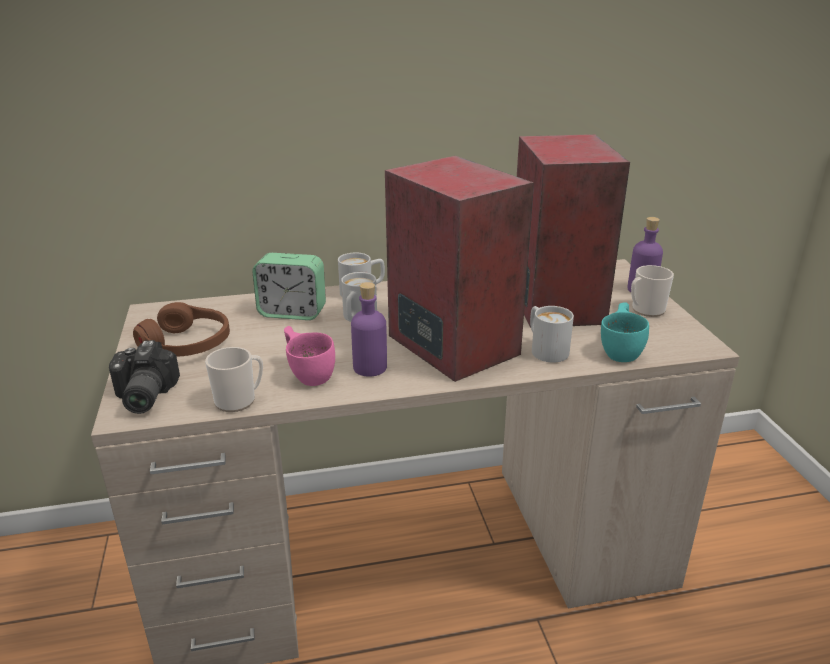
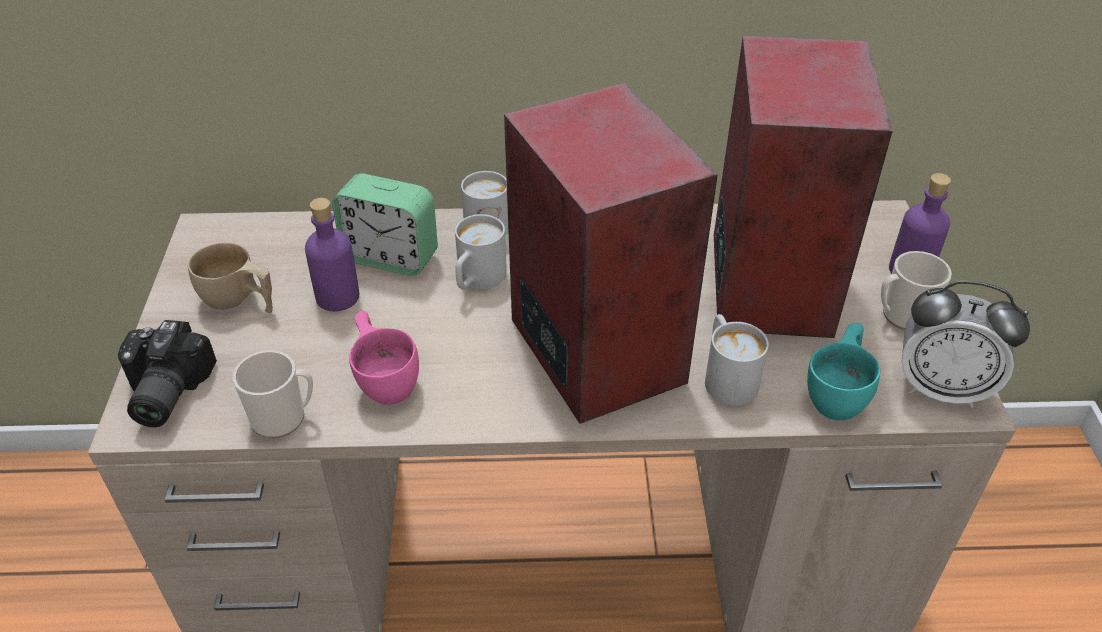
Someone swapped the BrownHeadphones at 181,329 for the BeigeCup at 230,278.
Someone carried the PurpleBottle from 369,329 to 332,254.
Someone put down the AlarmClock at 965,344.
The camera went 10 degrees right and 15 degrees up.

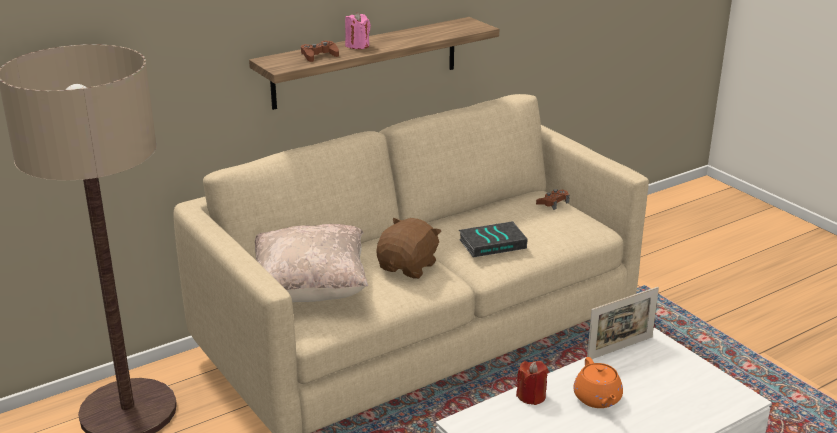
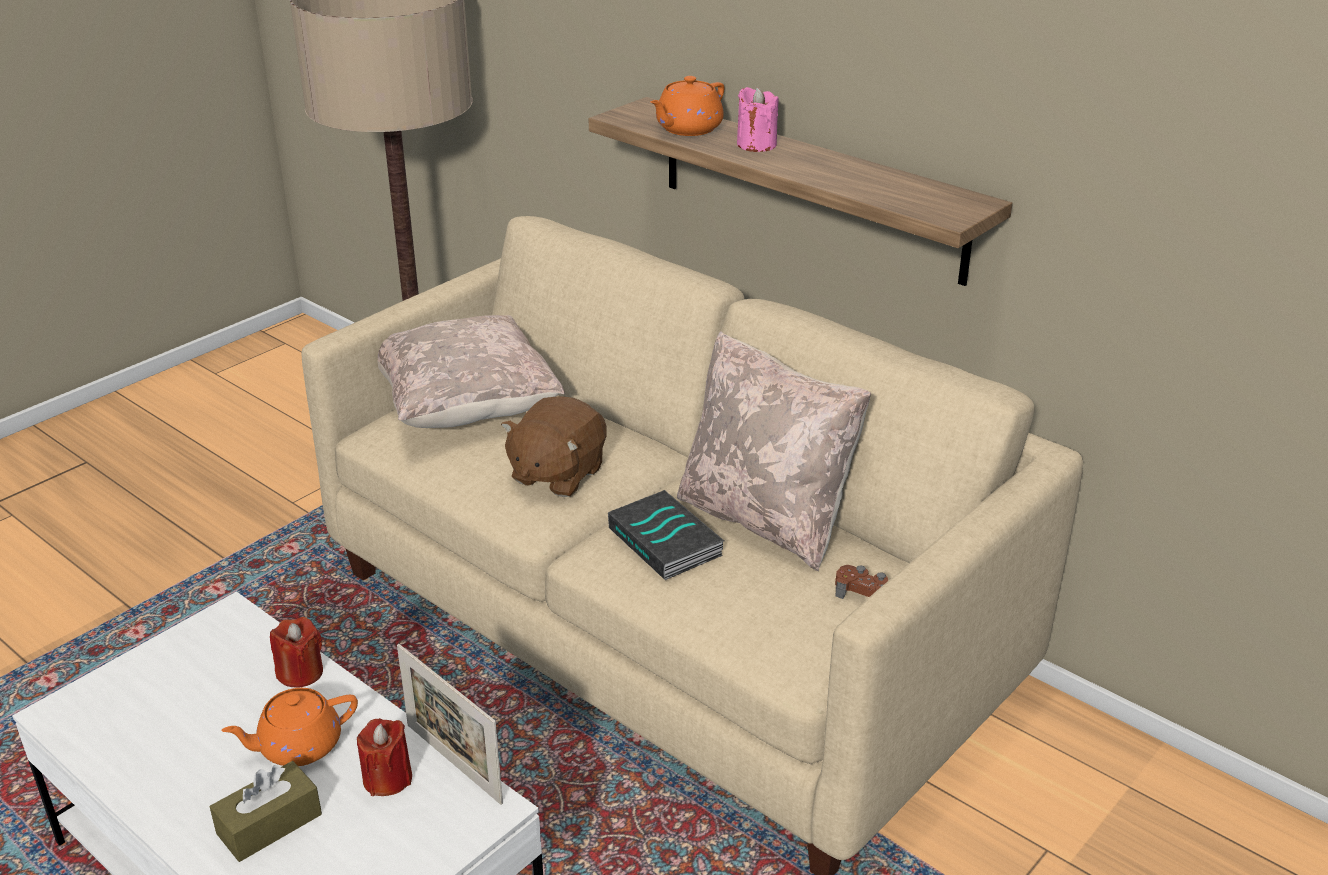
Someone swapped the BrownGameController at 320,51 for the OrangeTeapot at 687,106.
Someone rotated the BrownPlushToy at 409,248 by 105 degrees clockwise.
Someone put down the BrownTissueBox at 266,811.
Someone put down the RedCandle at 384,757.
Someone put down the BeigePillow at 774,451.
The camera went 75 degrees right and 5 degrees up.

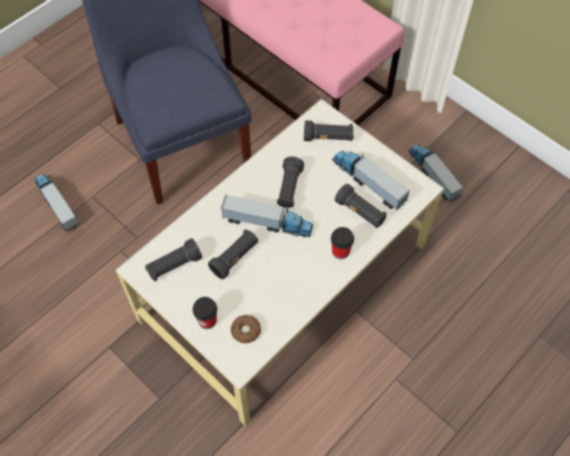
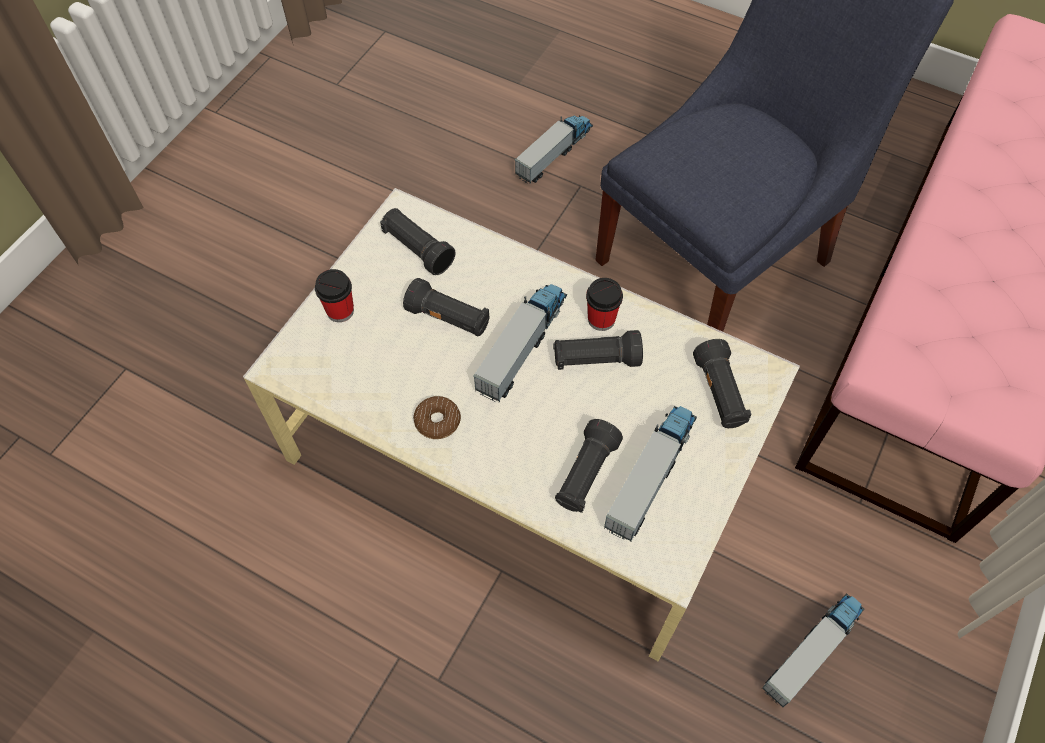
Someone rotated the ToyTruck at 267,215 by 150 degrees counterclockwise.
Someone carried the Donut from 245,329 to 437,417.
Someone carried the Cup from 342,243 to 604,304.
The camera went 75 degrees right and 0 degrees up.

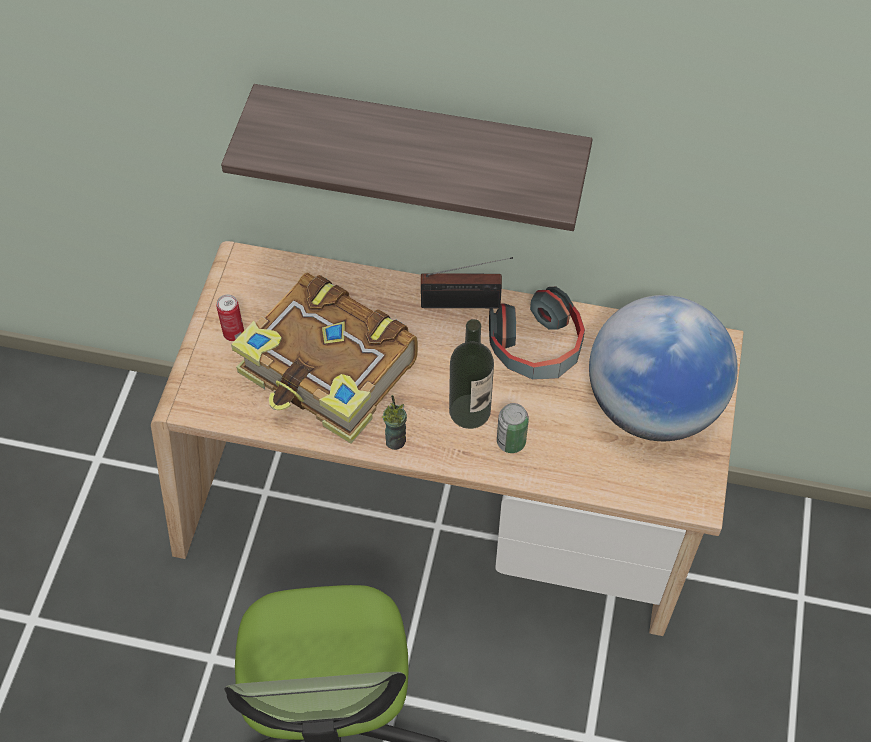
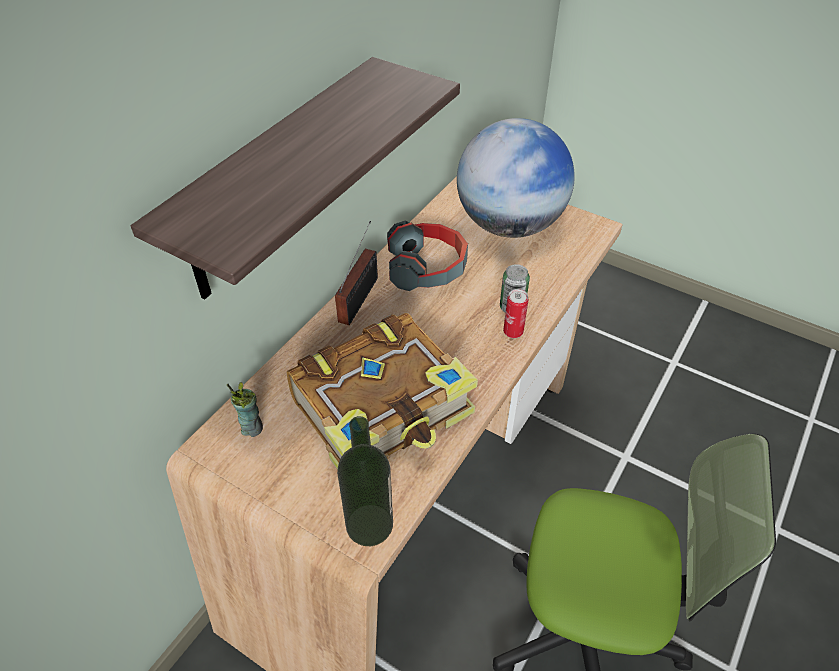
Someone carried the Can from 230,317 to 516,313.
Someone carried the Cup from 394,422 to 245,409.
Someone carried the Bottle from 471,374 to 365,481.
The camera went 70 degrees left and 10 degrees down.

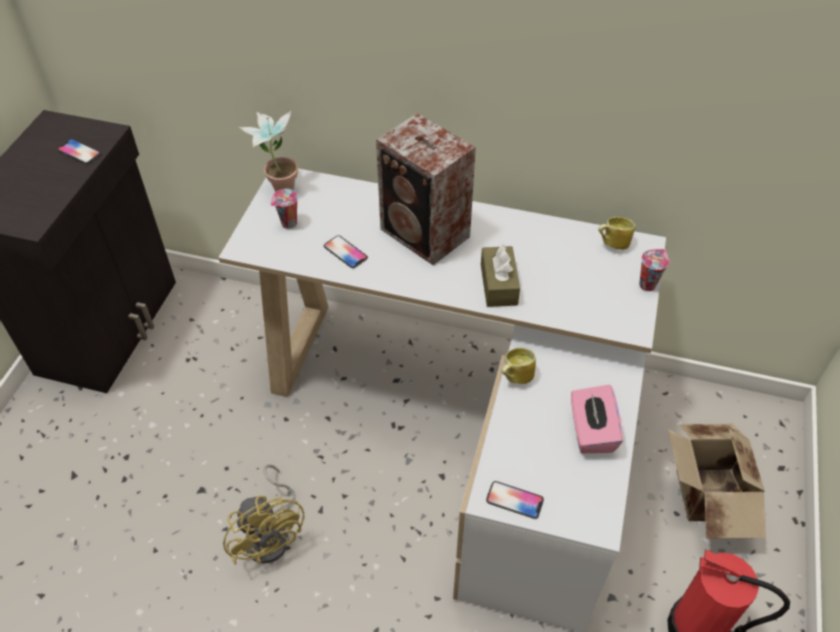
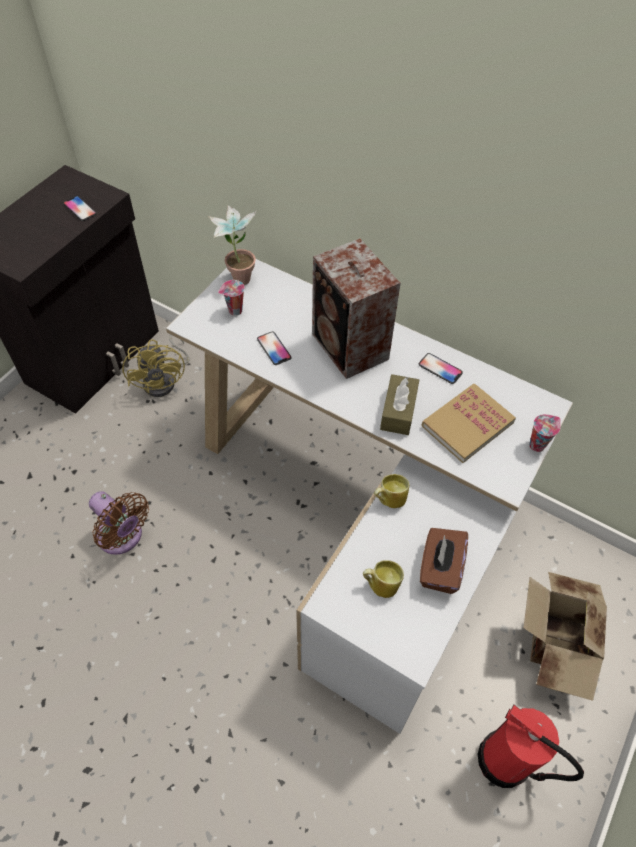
Someone carried the YellowFan from 263,514 to 156,365.
Someone carried the Phone from 515,500 to 441,368.
Someone repainted the PinkTissueBox at 597,419, which became the BrownTissueBox at 444,561.
Someone carried the Mug from 616,233 to 383,579.
Someone put down the BrownFan at 119,523.
Someone put down the Book at 469,423.
The camera went 15 degrees right and 5 degrees up.

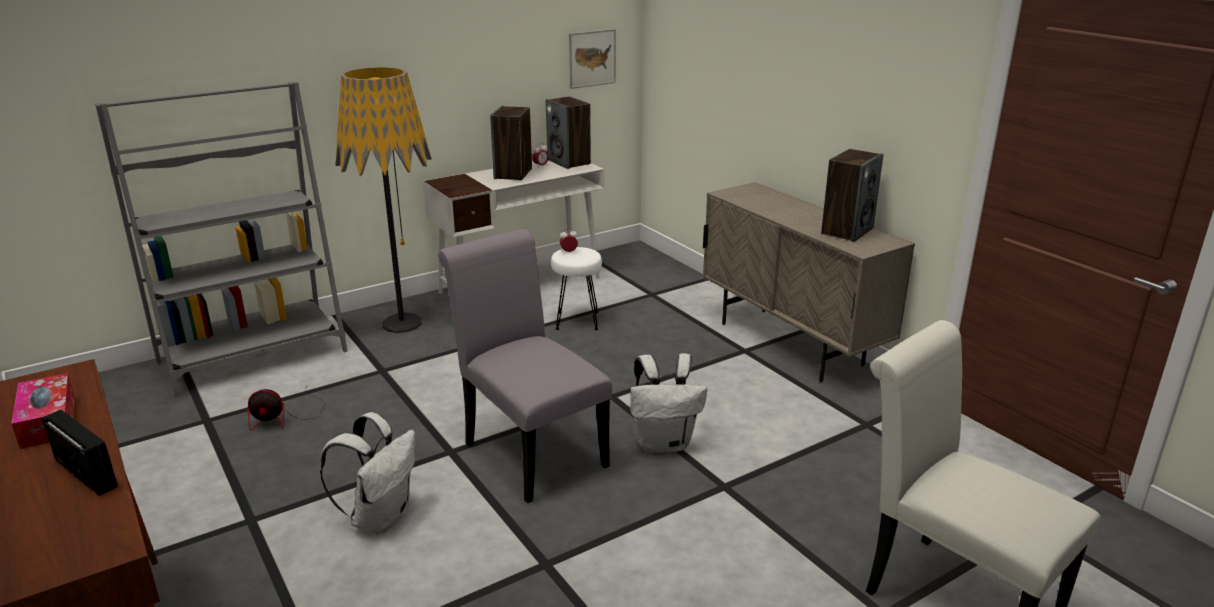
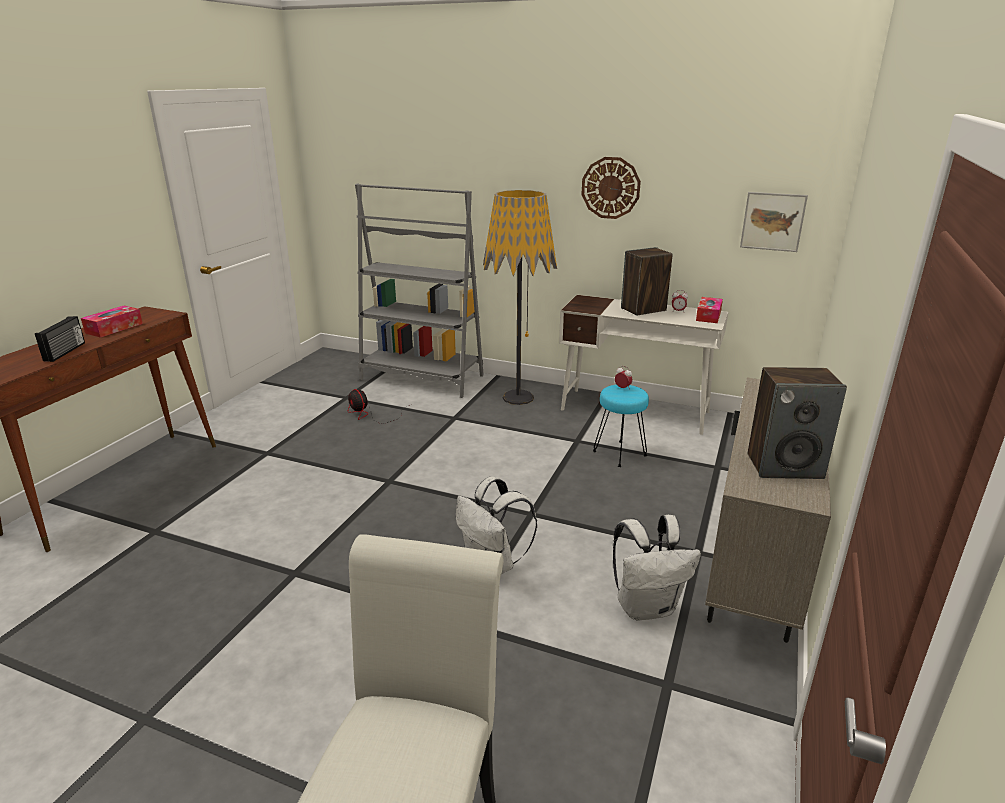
Someone carried the WhiteBackpack from 367,473 to 657,568.
Someone took away the GreyChair at 525,366.
Someone swapped the Speaker at 568,133 for the TissueBox at 709,310.
Someone repainted the WhiteStool at 576,288, which became the TurquoiseStool at 621,426.
Someone put up the WallClock at 611,188.
The camera went 55 degrees right and 0 degrees up.

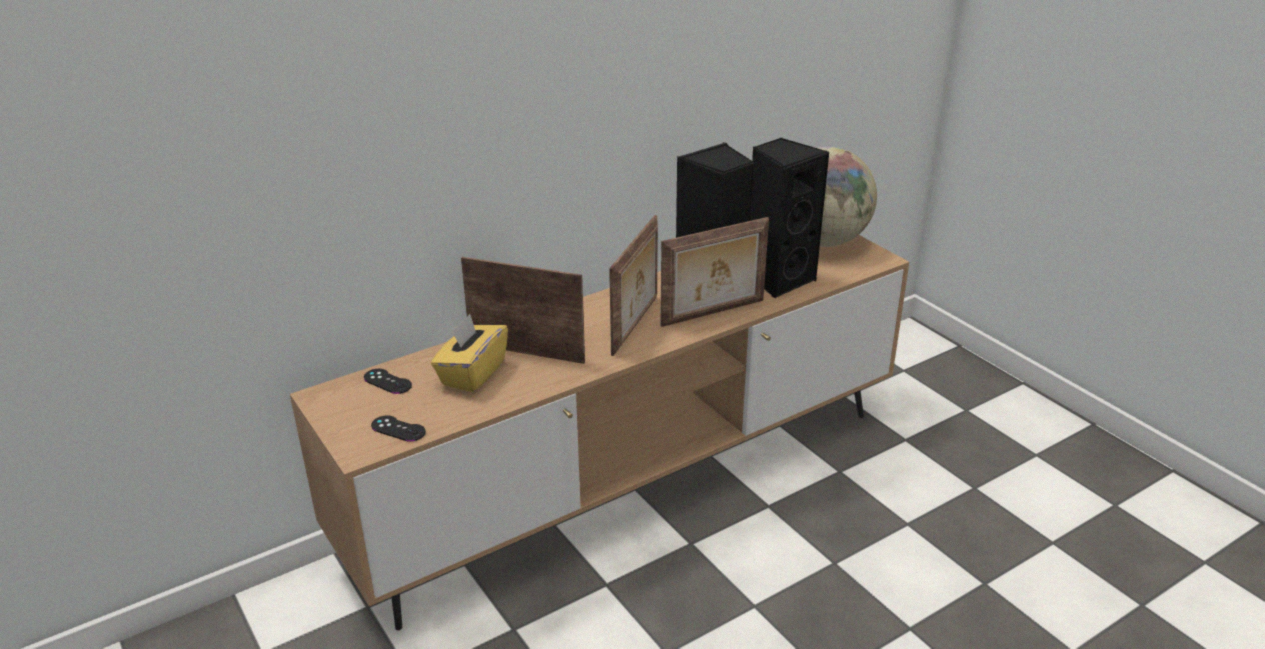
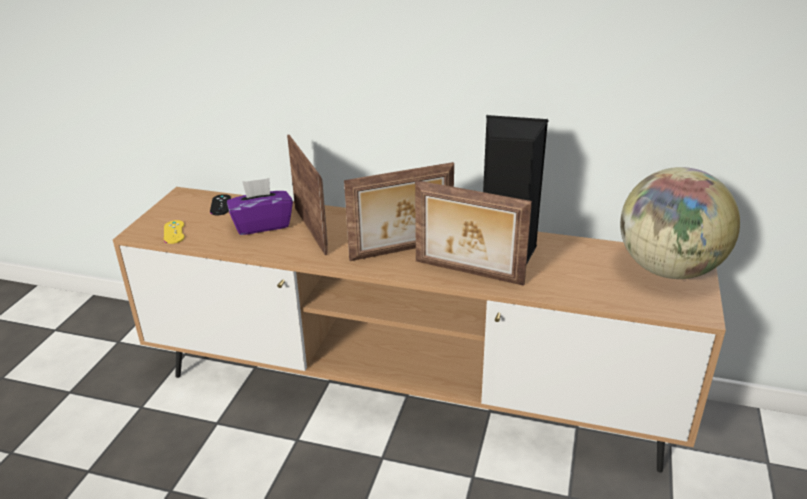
Someone repainted the BlackGameController at 398,429, which became the YellowGameController at 174,232.
Someone repainted the YellowTissueBox at 469,353, which became the PurpleTissueBox at 260,206.
Someone took away the BlackSpeaker at 790,218.
The camera went 50 degrees right and 0 degrees up.

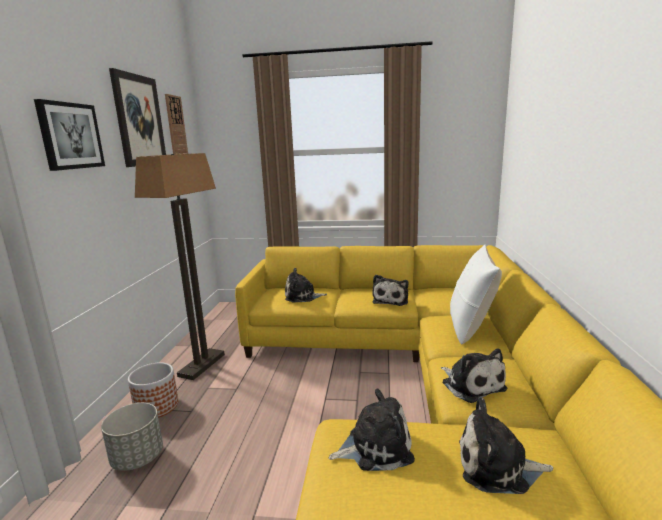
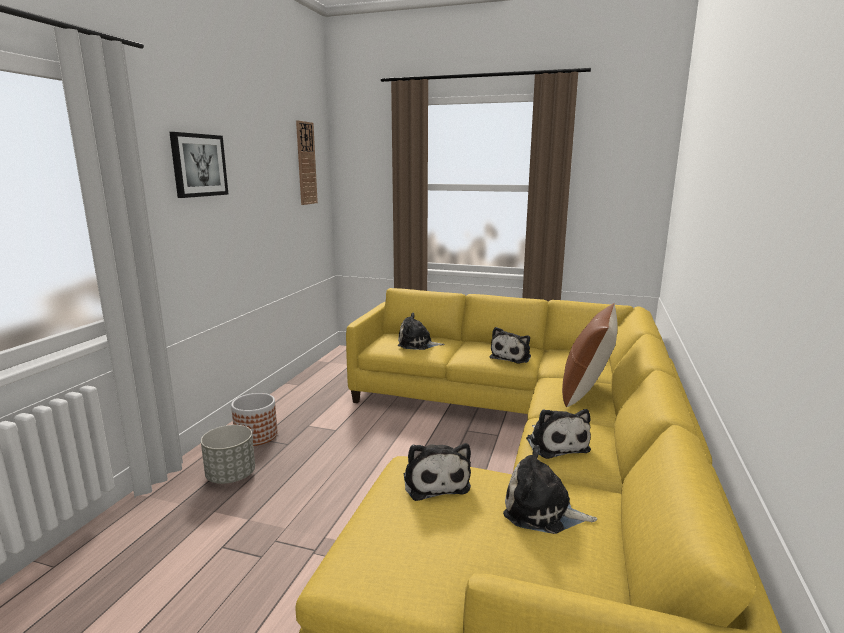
Someone took away the Picture at 137,117.
Someone took away the FloorLamp at 180,266.
Someone rotated the PlushToy at 372,430 by 75 degrees clockwise.
Someone repainted the WhitePillow at 476,294, which became the BrownPillow at 590,355.
The camera went 10 degrees right and 0 degrees up.

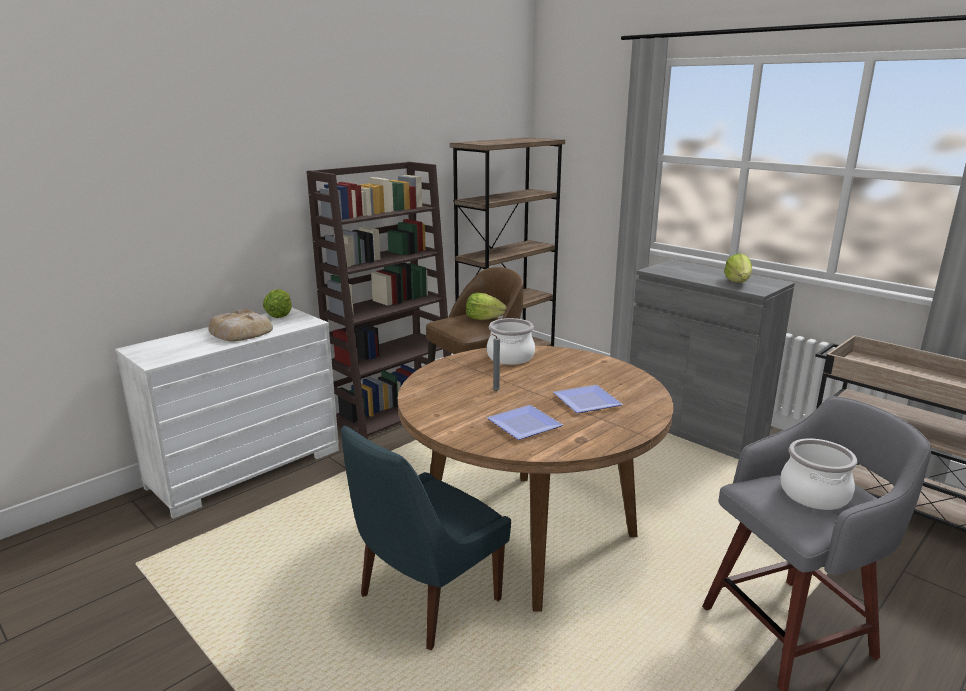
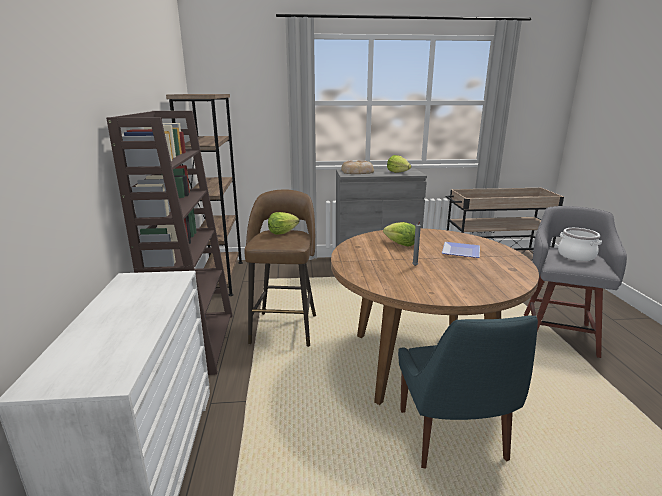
Someone carried the Bread from 240,325 to 357,167.
Someone carried the Lettuce from 277,303 to 399,234.
Someone took away the CookingPot at 511,341.
Someone took away the Plate at 525,422.
The camera went 50 degrees left and 0 degrees up.

